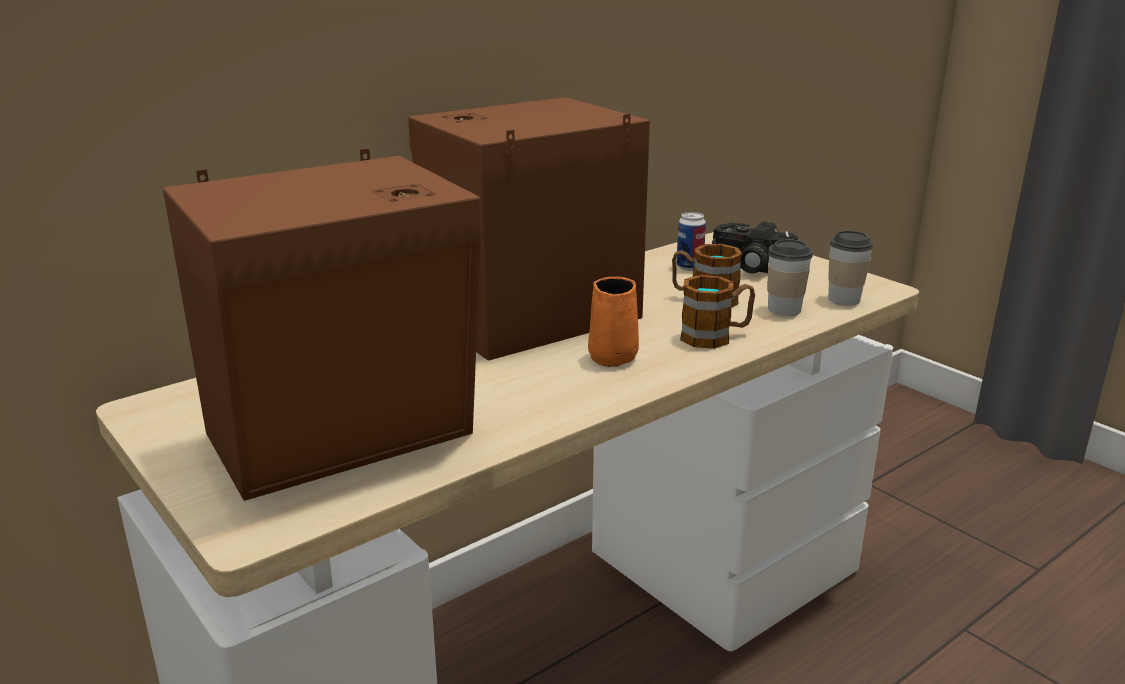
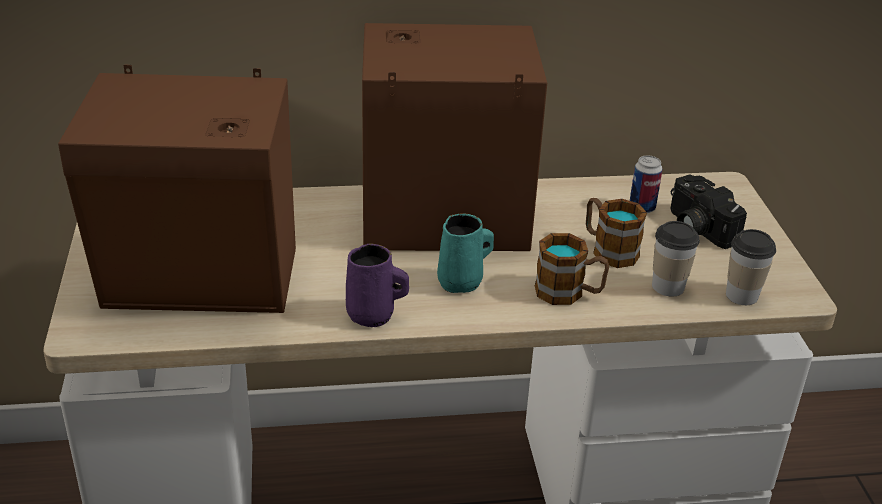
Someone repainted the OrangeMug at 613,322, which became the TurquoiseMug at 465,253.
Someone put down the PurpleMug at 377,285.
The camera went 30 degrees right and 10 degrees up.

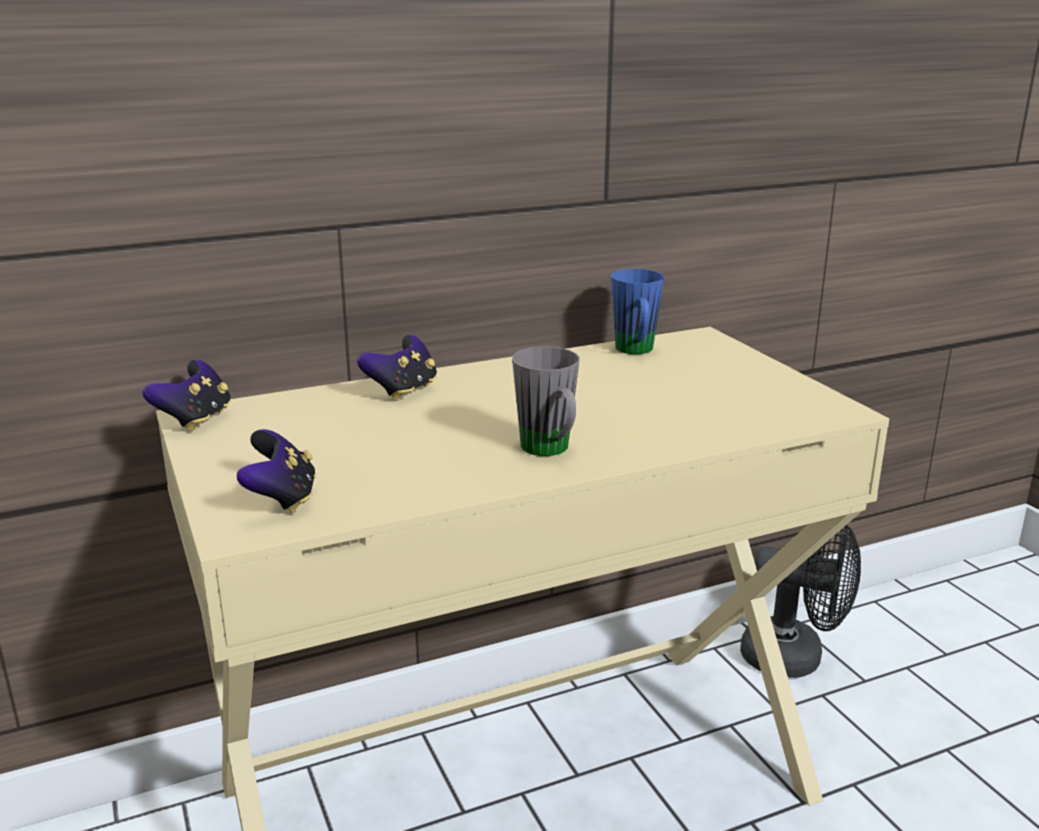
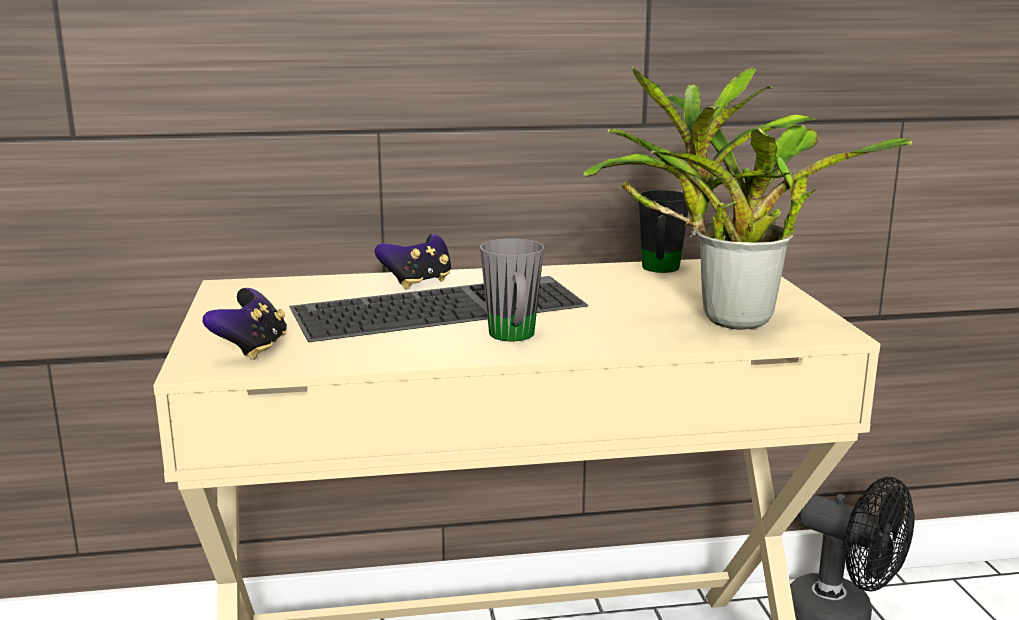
Someone took away the GameController at 186,395.
Someone repainted the BlueMug at 637,311, which became the BlackMug at 663,231.
Someone put down the Keyboard at 439,309.
Someone put down the PottedPlant at 747,198.
The camera went 15 degrees right and 5 degrees down.

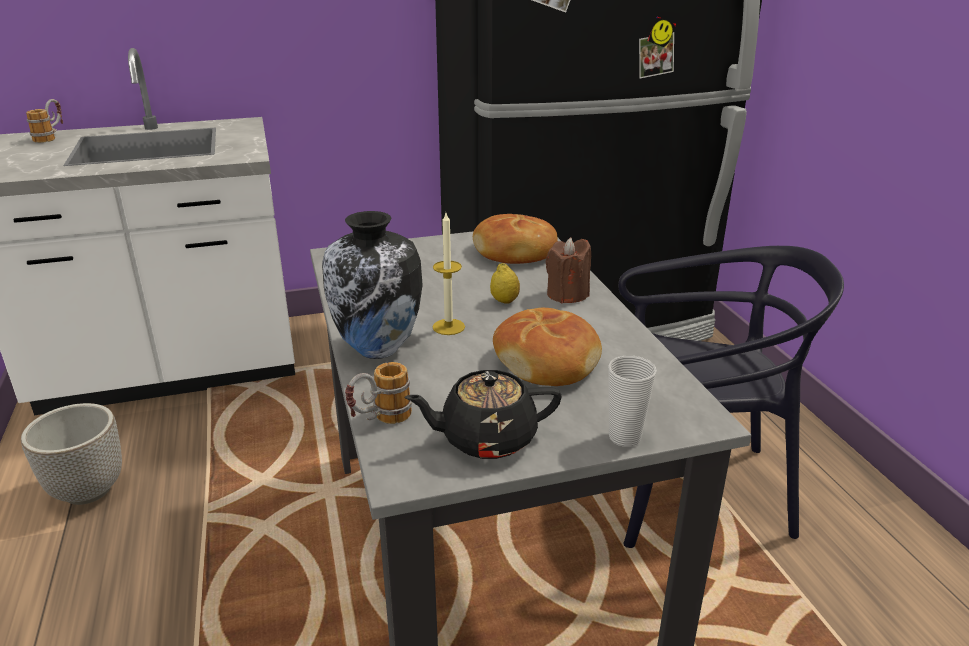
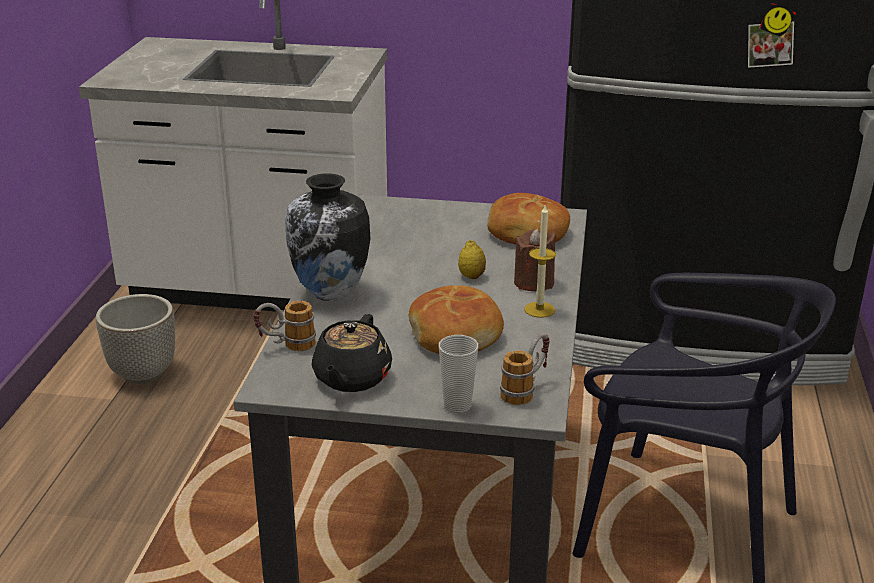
Someone carried the Mug from 44,121 to 525,369.
Someone rotated the BlackTeapot at 482,414 by 90 degrees counterclockwise.
Someone carried the Candle from 449,274 to 540,261.
The camera went 25 degrees right and 0 degrees up.

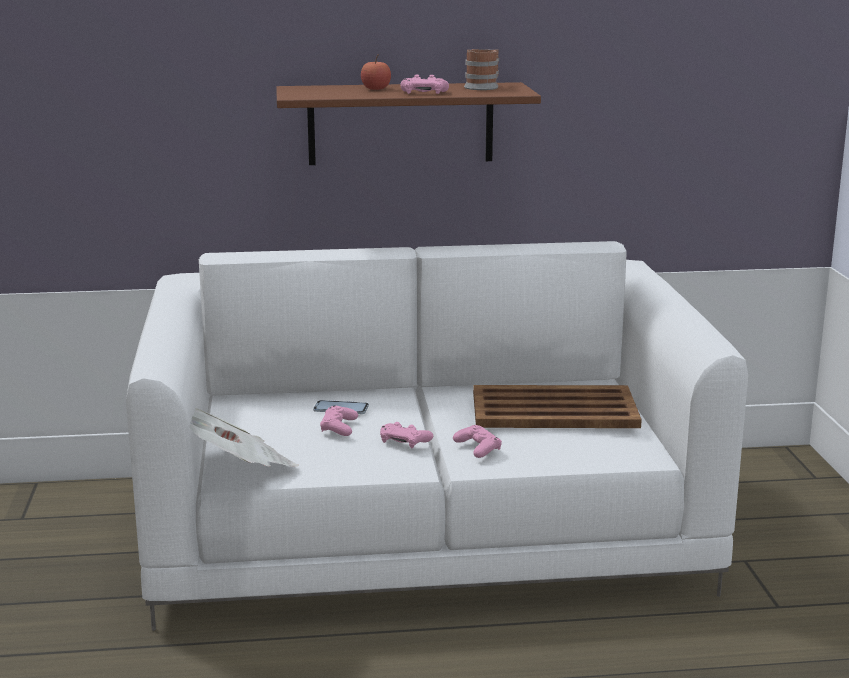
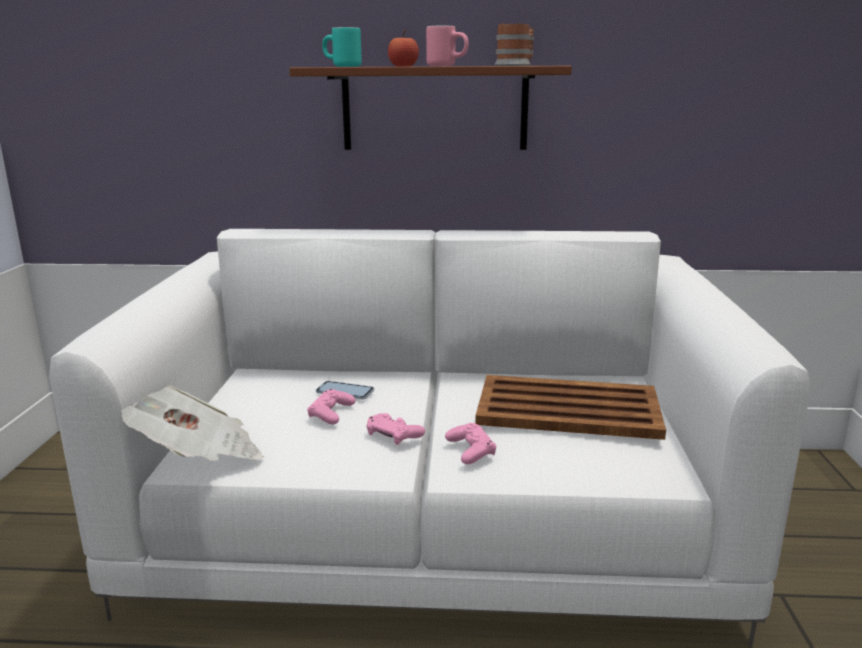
Someone swapped the PinkGameController at 425,84 for the PinkMug at 447,46.
Someone put down the TurquoiseMug at 342,47.
The camera went 10 degrees right and 0 degrees up.

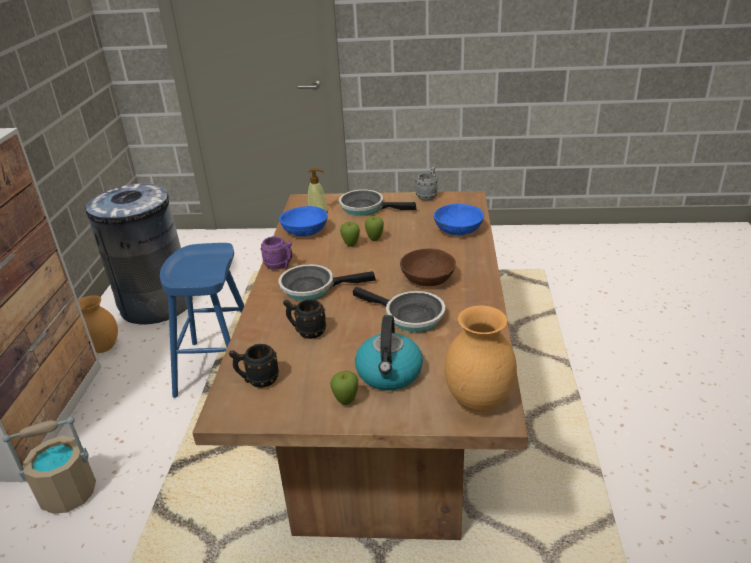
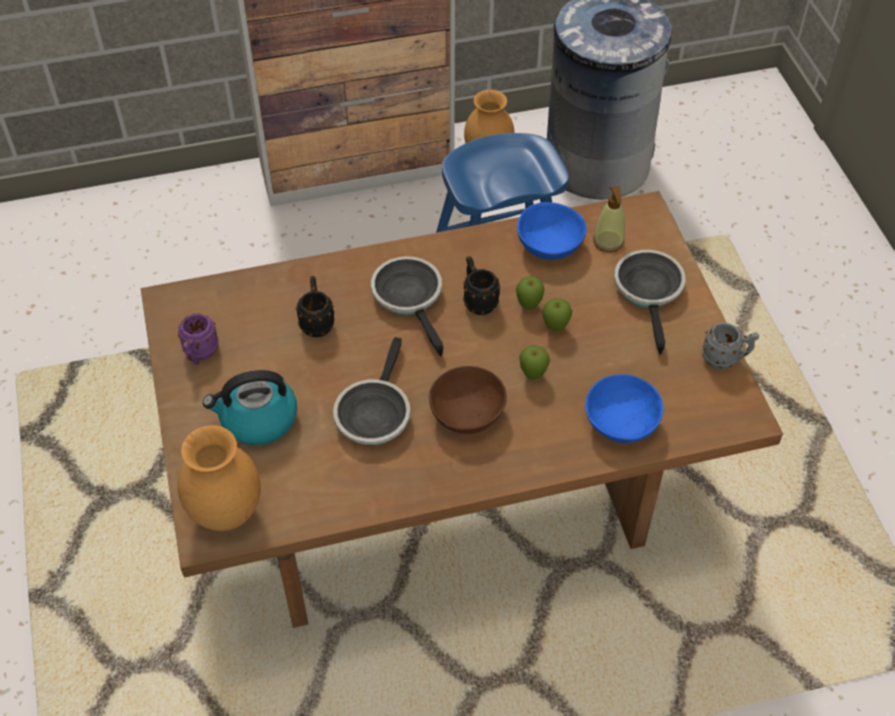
Someone took away the BeigeBucket at 49,465.
Someone carried the BlackMug from 254,366 to 481,285.
Someone carried the PurpleMug from 276,253 to 198,339.
Someone carried the Apple from 344,388 to 534,362.
The camera went 70 degrees right and 20 degrees up.

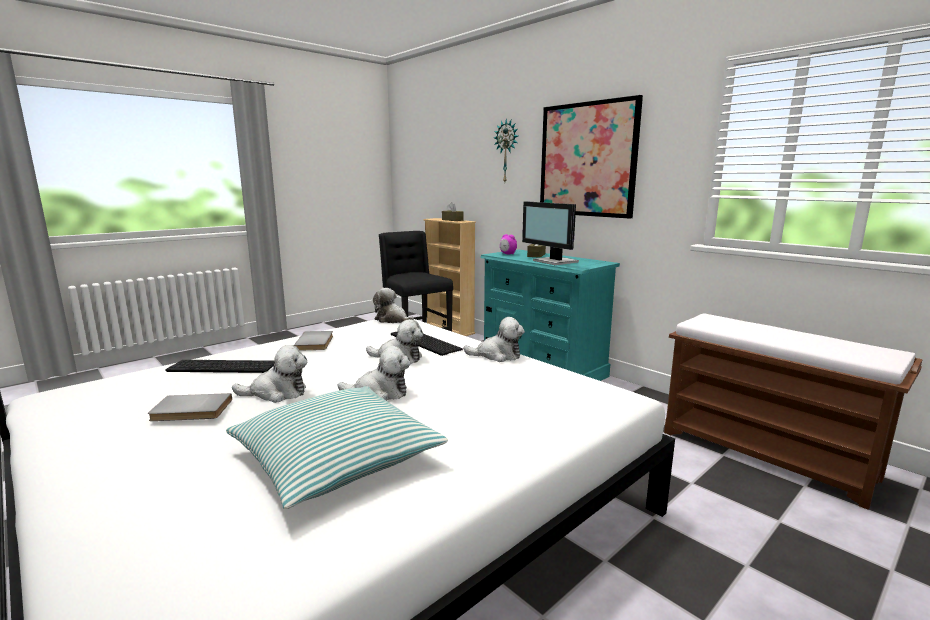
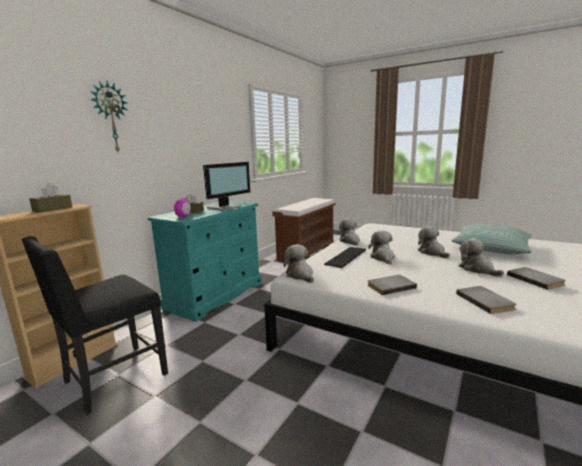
Someone swapped the Keyboard at 220,366 for the GreyBook at 486,300.
Someone rotated the PlushToy at 393,305 by 135 degrees clockwise.
Someone took away the Picture at 591,157.
The camera went 105 degrees left and 0 degrees up.

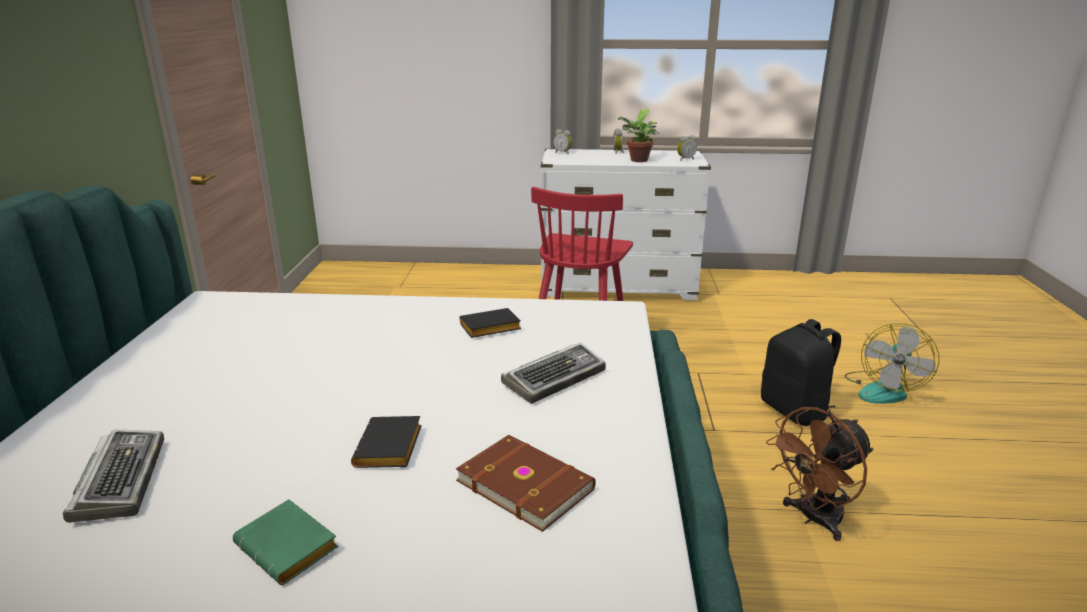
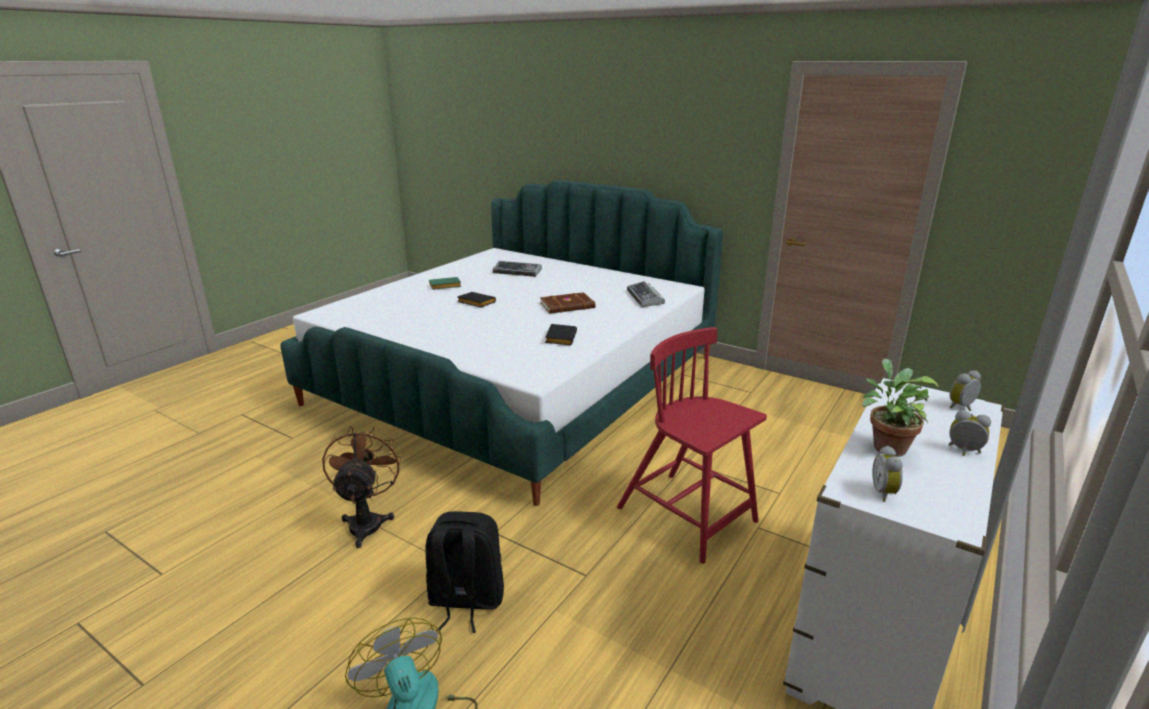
Someone carried the BrownBook from 526,483 to 567,302.
Someone carried the Keyboard from 553,373 to 646,294.
The camera went 120 degrees right and 0 degrees up.

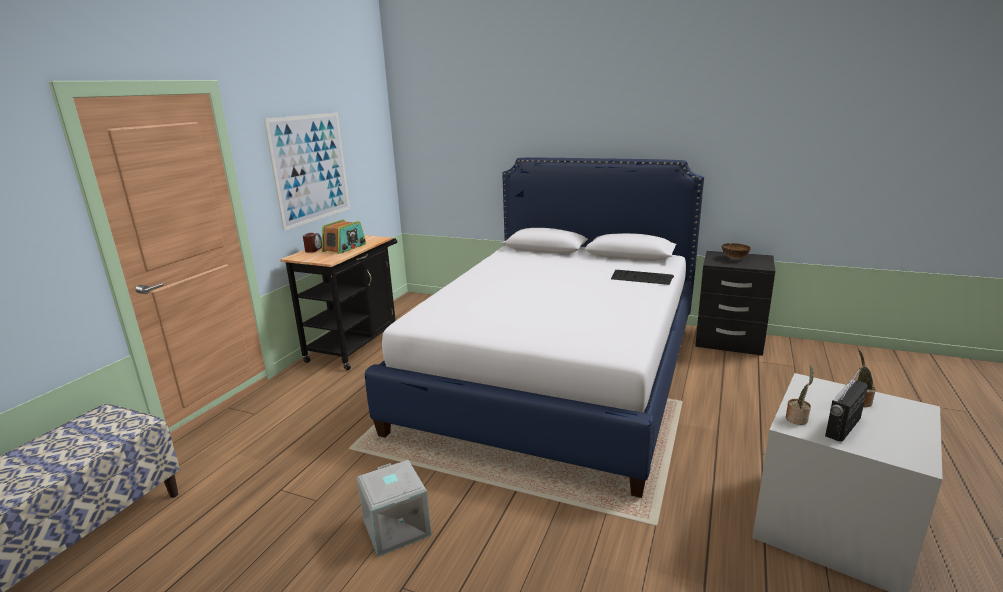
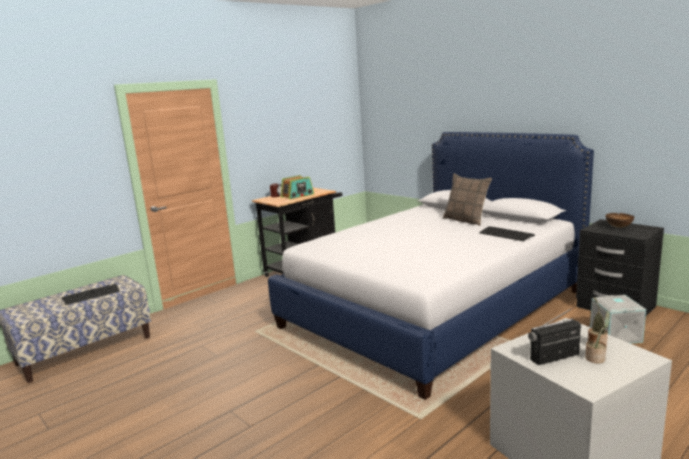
Someone took away the Picture at 307,172.
Someone carried the GreyStorageBox from 394,508 to 618,319.
Someone carried the PottedPlant from 800,395 to 597,337.
Someone put down the Keyboard at 91,294.
Someone put down the Pillow at 467,200.
The camera went 25 degrees right and 5 degrees down.

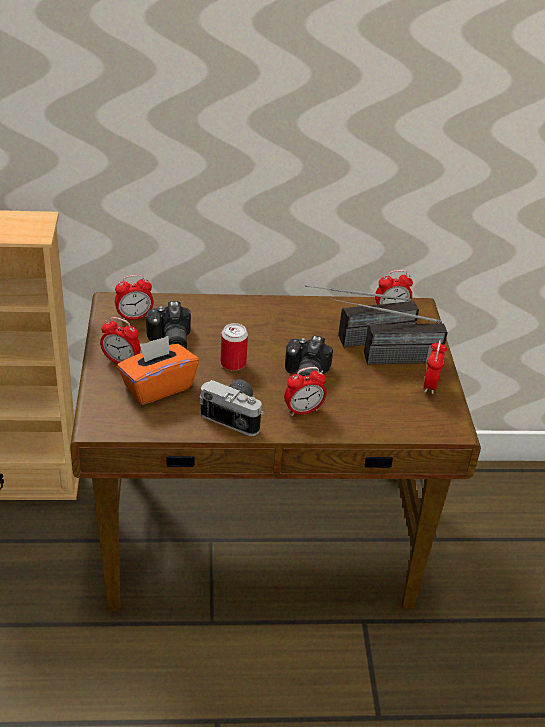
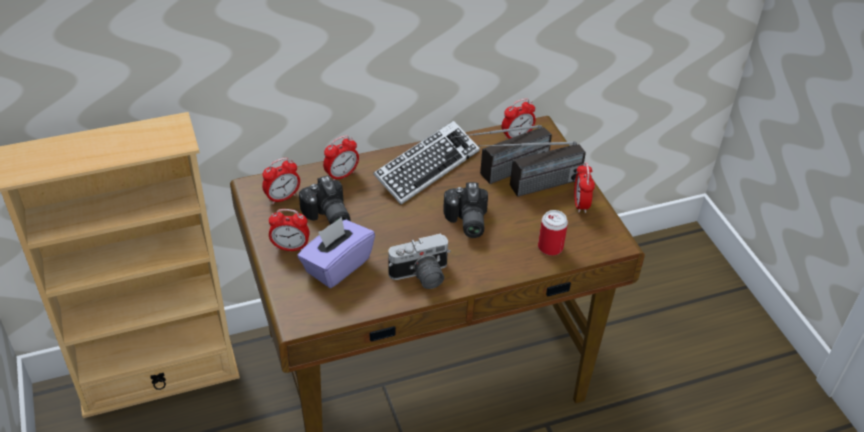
Someone repainted the OrangeTissueBox at 158,370, which became the PurpleTissueBox at 336,252.
Someone rotated the PhotoCamera at 232,407 by 150 degrees clockwise.
Someone carried the Can from 234,347 to 553,233.
Someone carried the AlarmClock from 305,391 to 341,157.
Someone put down the Keyboard at 426,163.
The camera went 15 degrees left and 5 degrees up.

